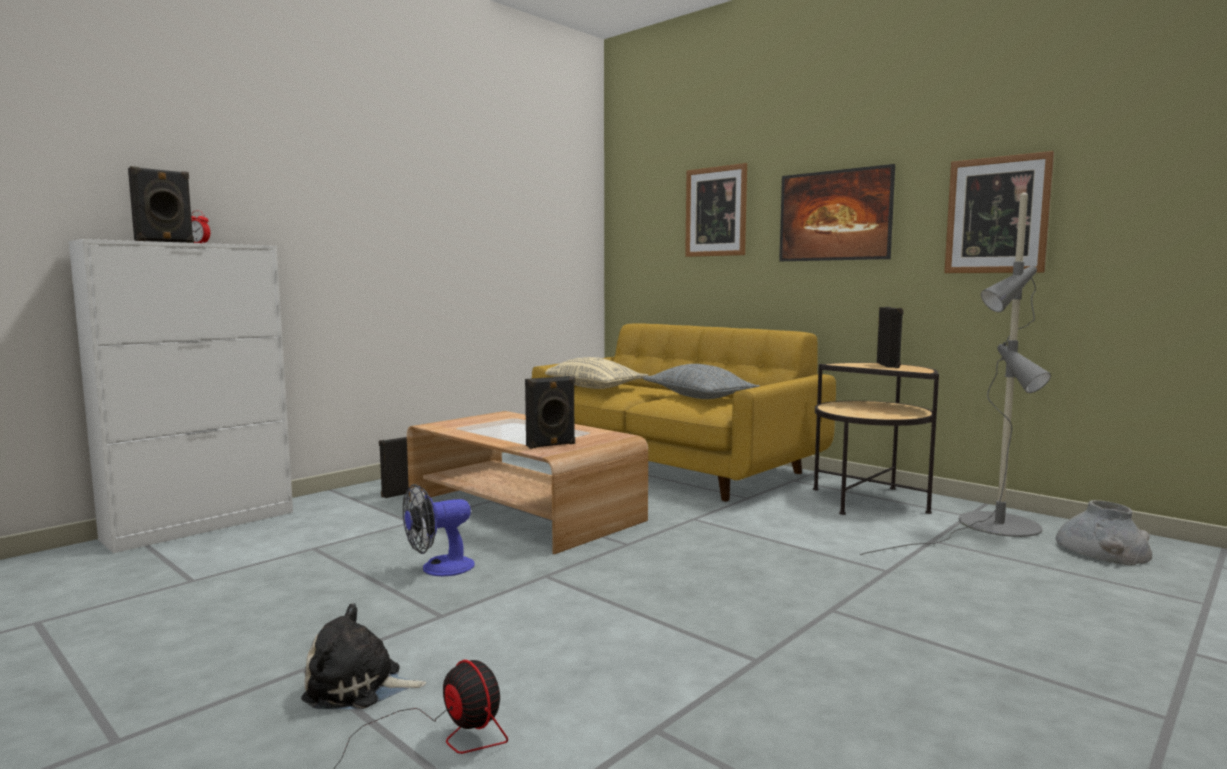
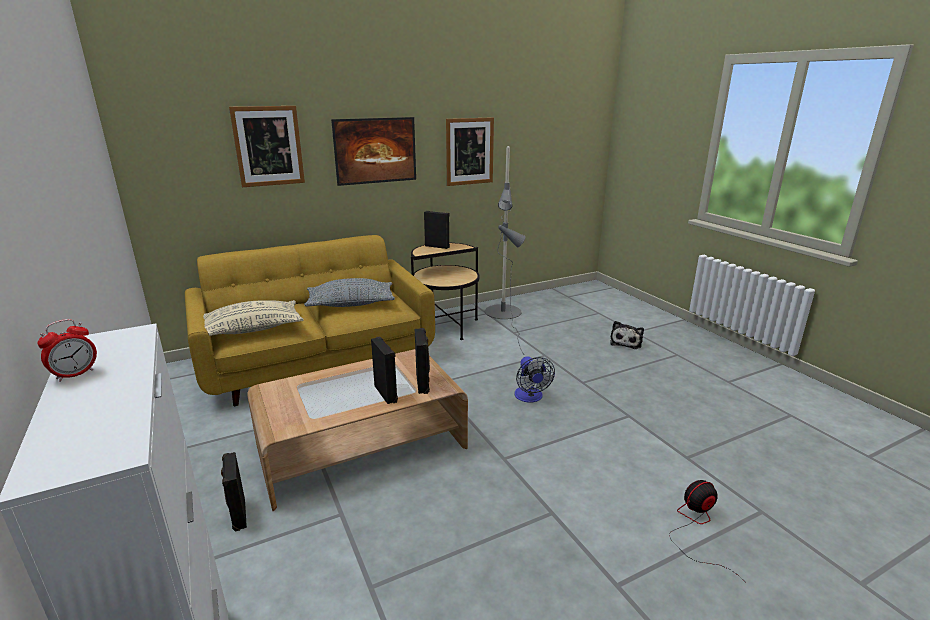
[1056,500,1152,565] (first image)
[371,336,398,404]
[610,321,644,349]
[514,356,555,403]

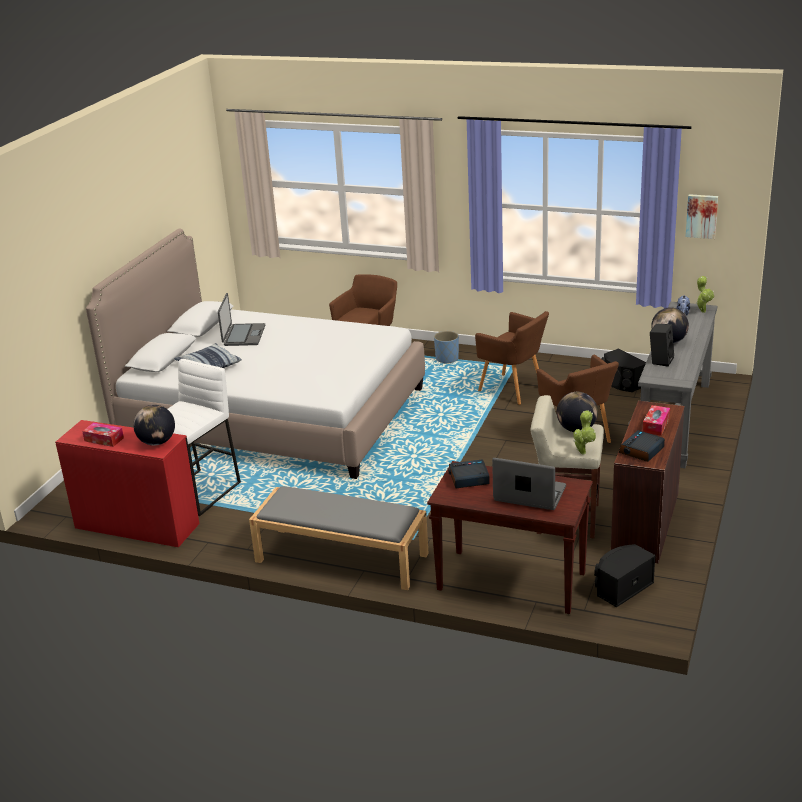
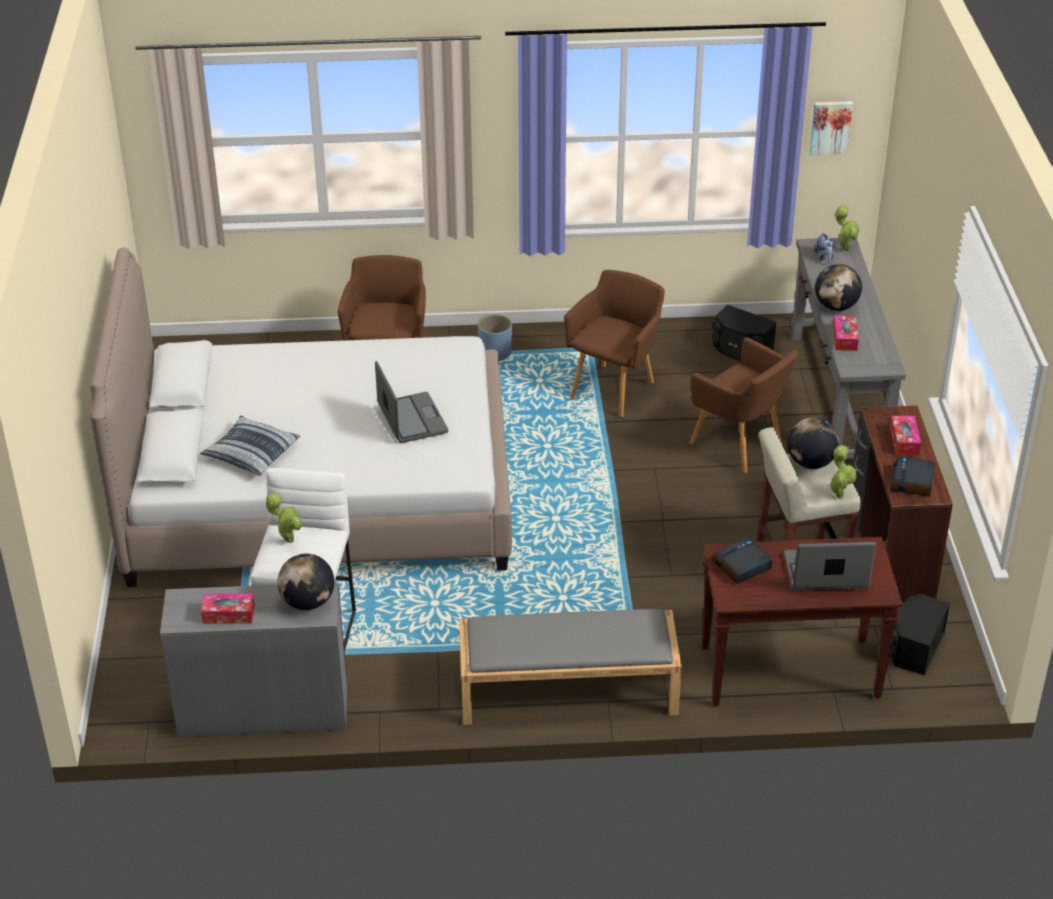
[265,492,302,543]
[375,361,448,443]
[833,315,859,351]
[160,582,347,737]
[564,270,665,418]

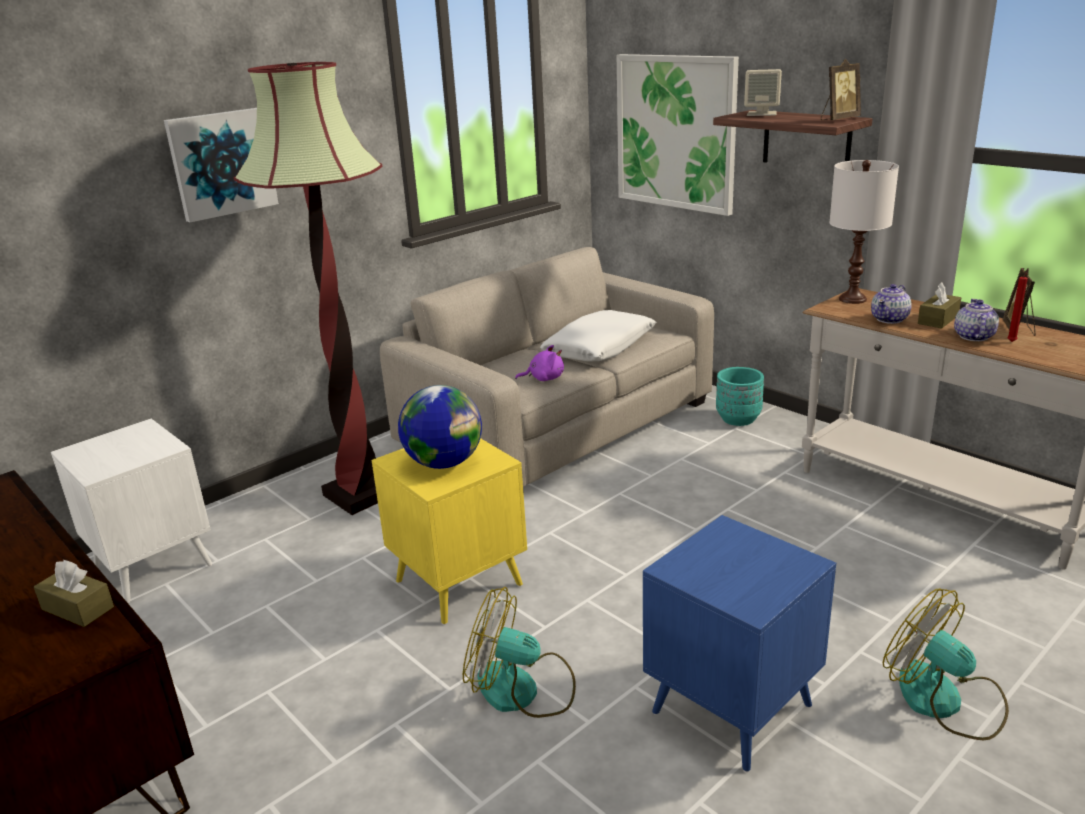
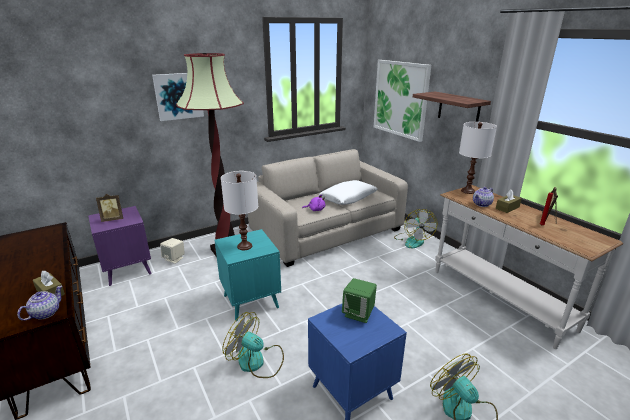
[342,278,377,323]
[160,238,185,264]
[96,194,123,222]
[17,286,62,321]
[221,171,258,250]
[394,209,437,248]
[88,206,152,286]
[215,229,281,321]

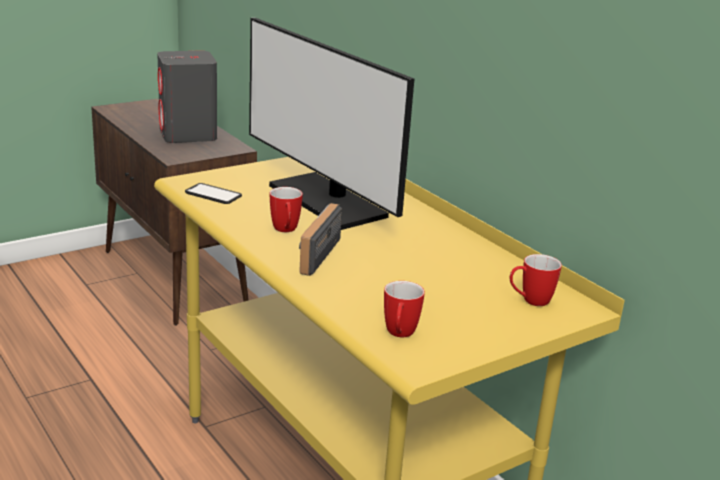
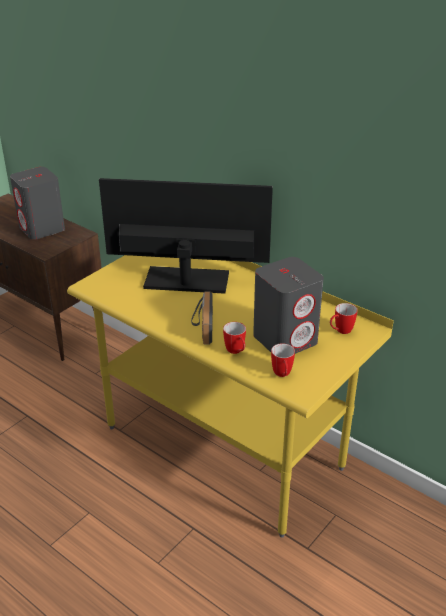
[185,183,242,204] (first image)
[253,257,324,354]
[223,322,246,354]
[99,178,273,294]

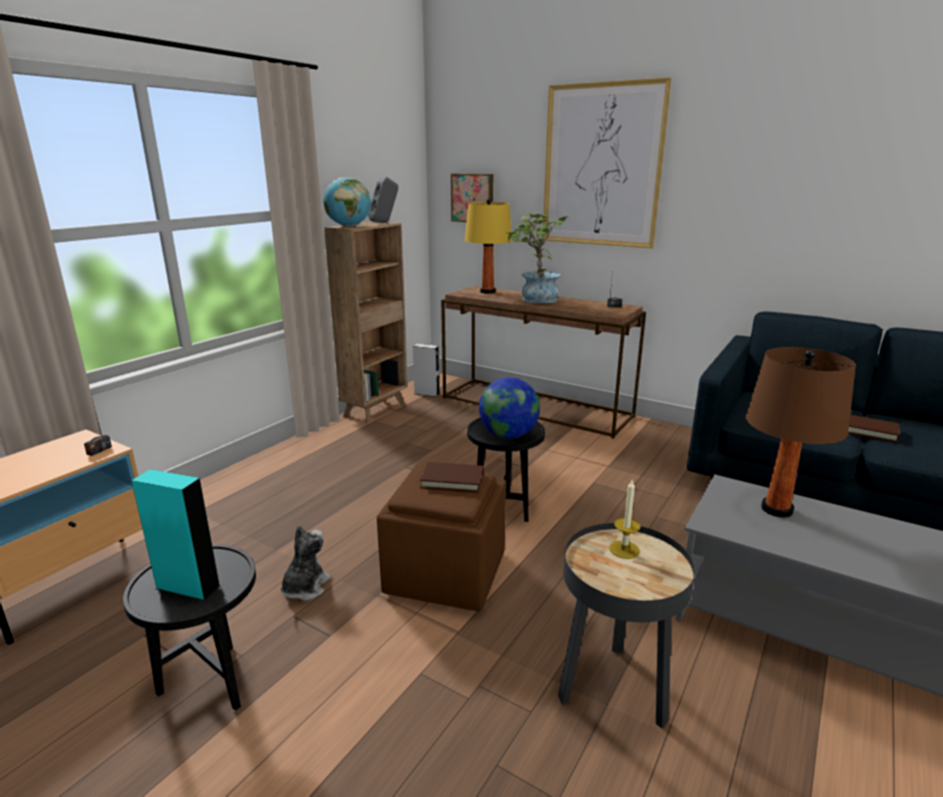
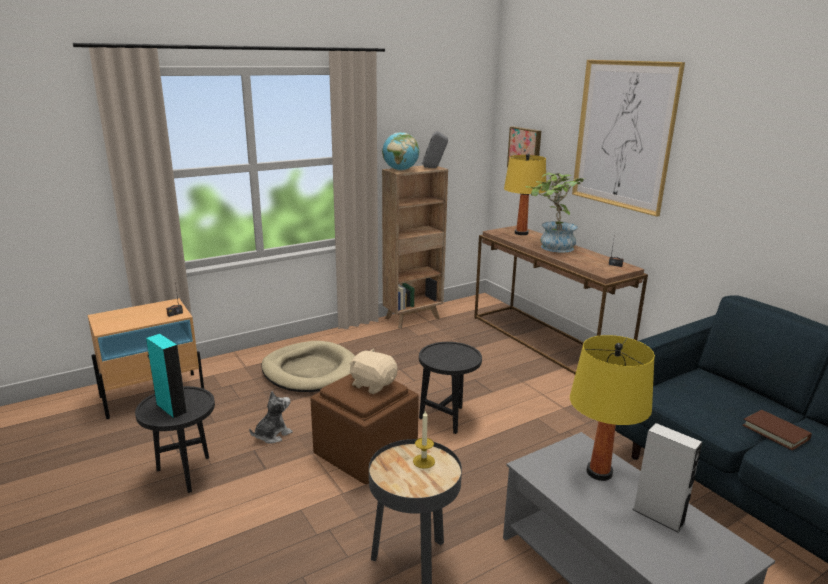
[479,377,540,438] (first image)
[261,341,355,392]
[633,423,702,533]
[349,348,397,394]
[570,335,655,481]

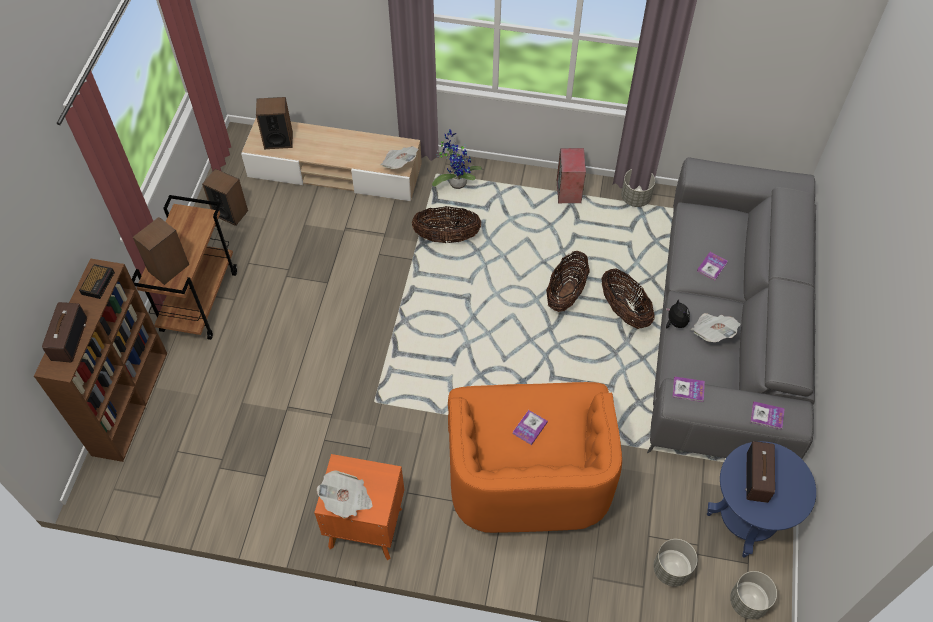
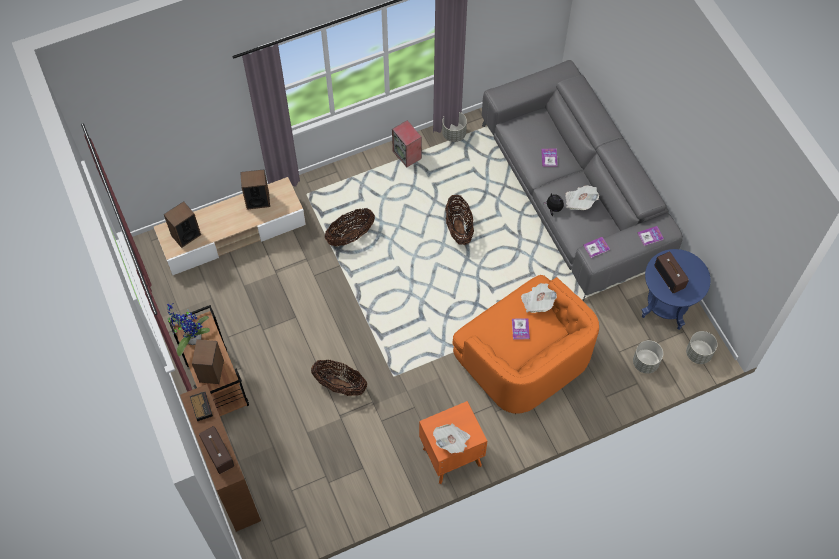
[240,170,270,210]
[521,283,557,313]
[167,304,210,356]
[311,360,367,396]

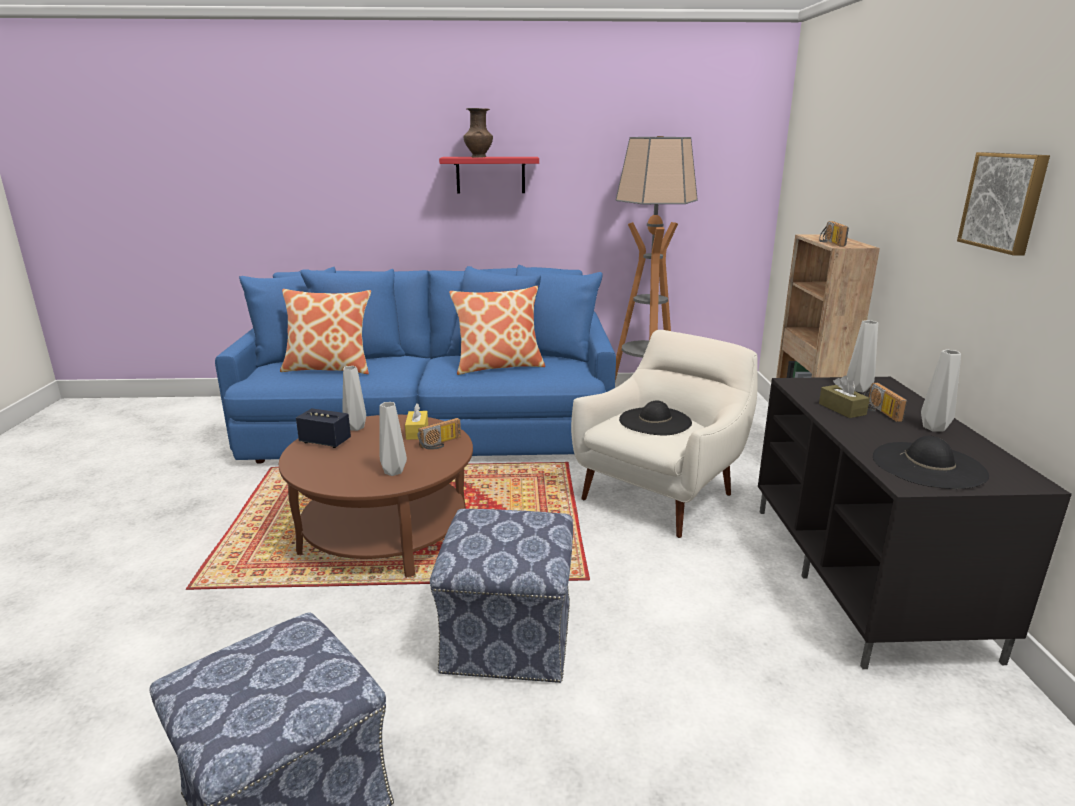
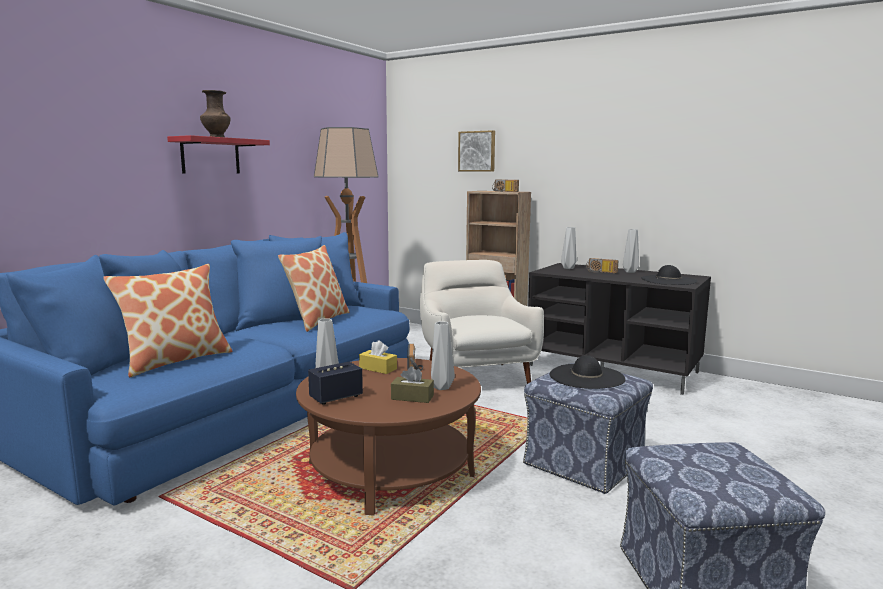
[549,355,626,389]
[391,366,434,403]
[458,130,495,172]

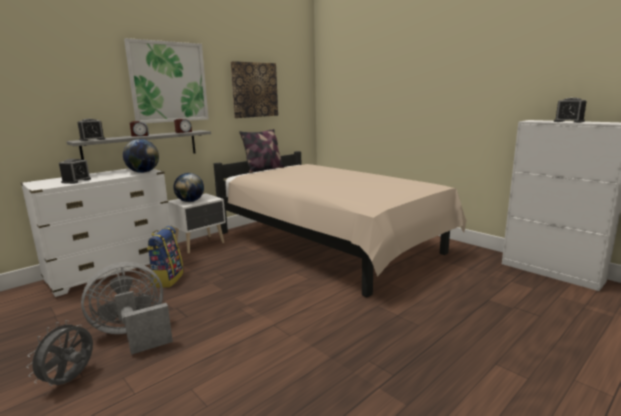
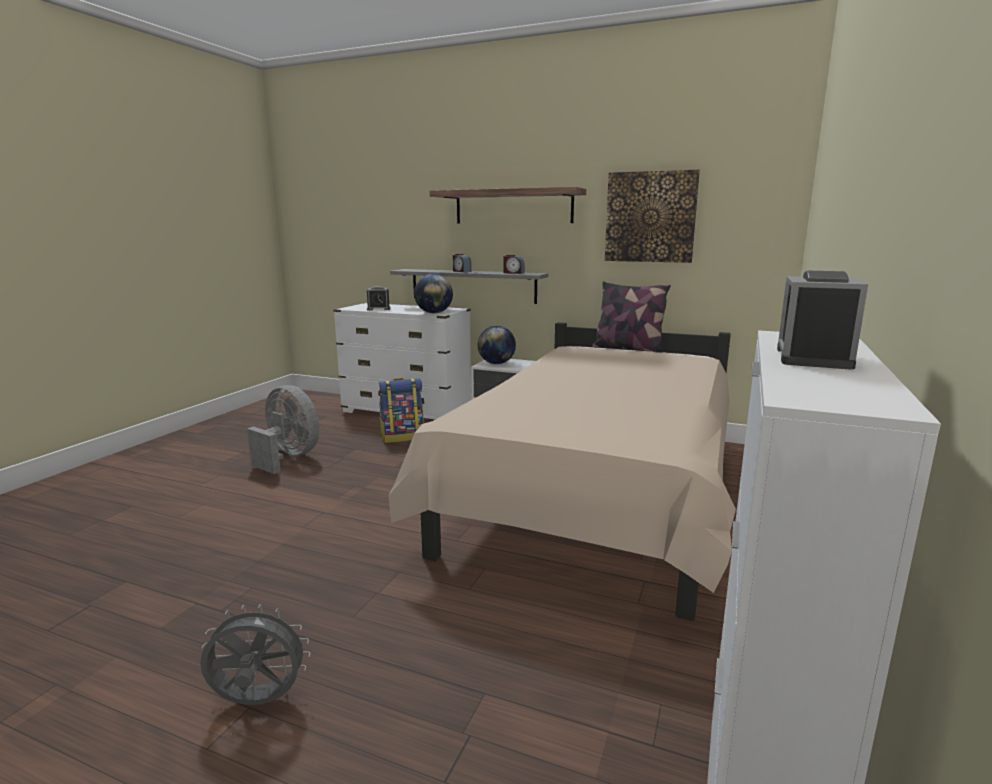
[78,119,105,141] (first image)
[200,604,310,705]
[430,187,586,224]

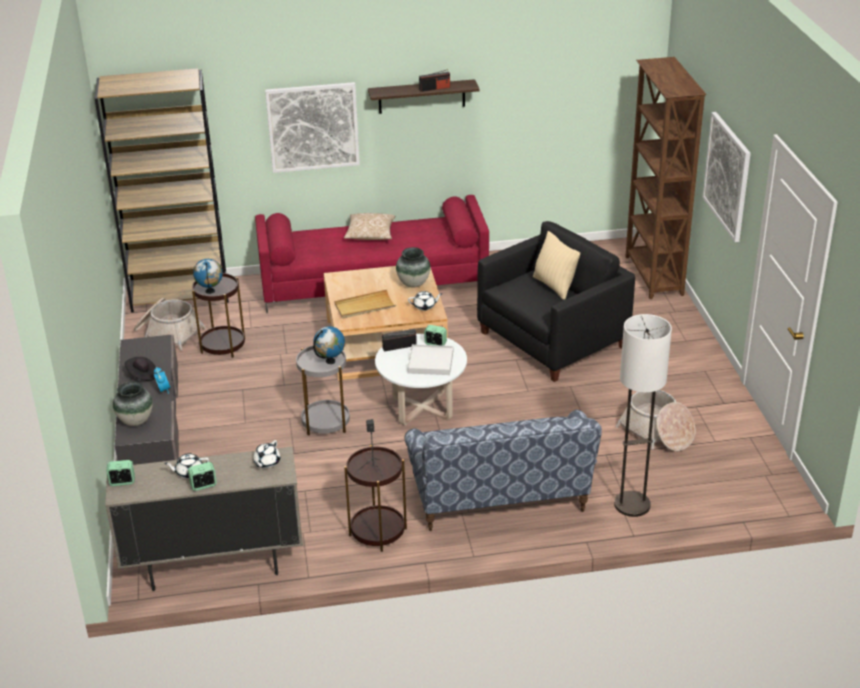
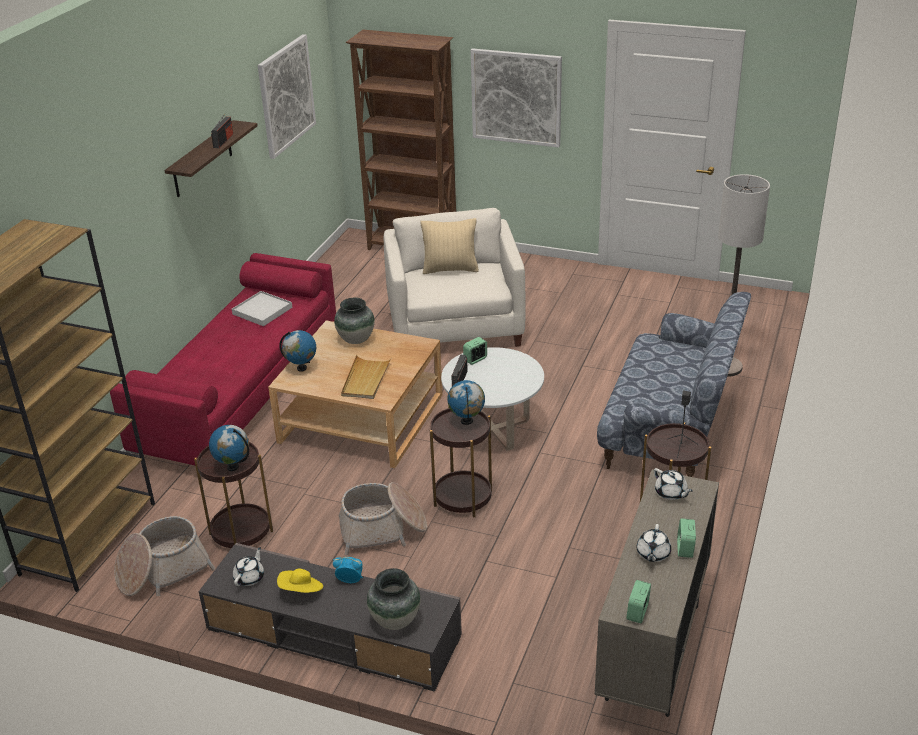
[344,213,395,240] (first image)
[279,330,316,372]
[258,34,316,159]
[232,291,293,326]
[233,547,264,586]
[338,482,427,555]
[277,568,323,593]
[430,406,492,518]
[384,208,525,347]

